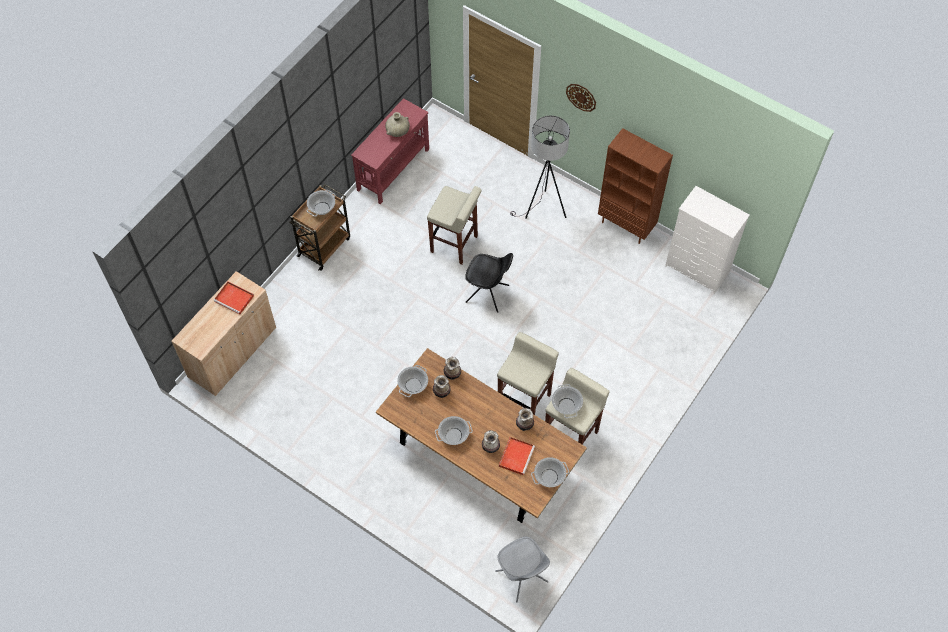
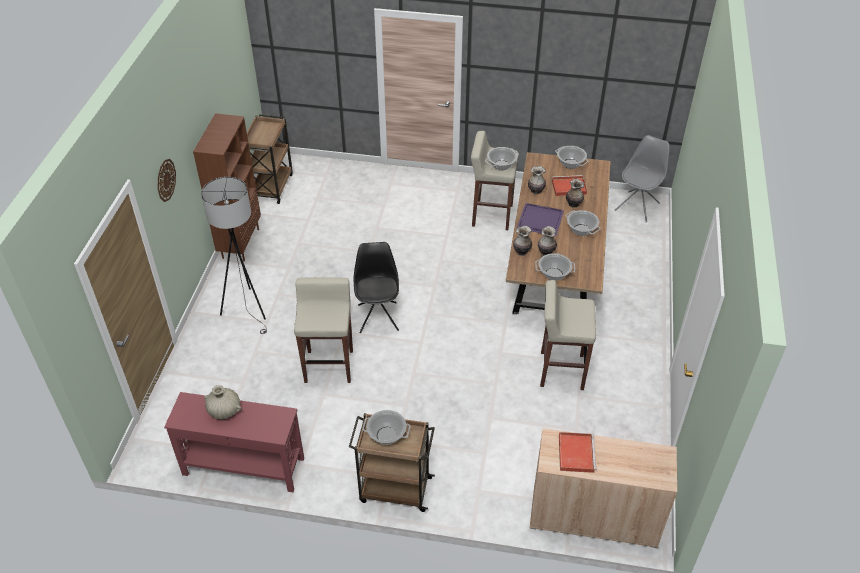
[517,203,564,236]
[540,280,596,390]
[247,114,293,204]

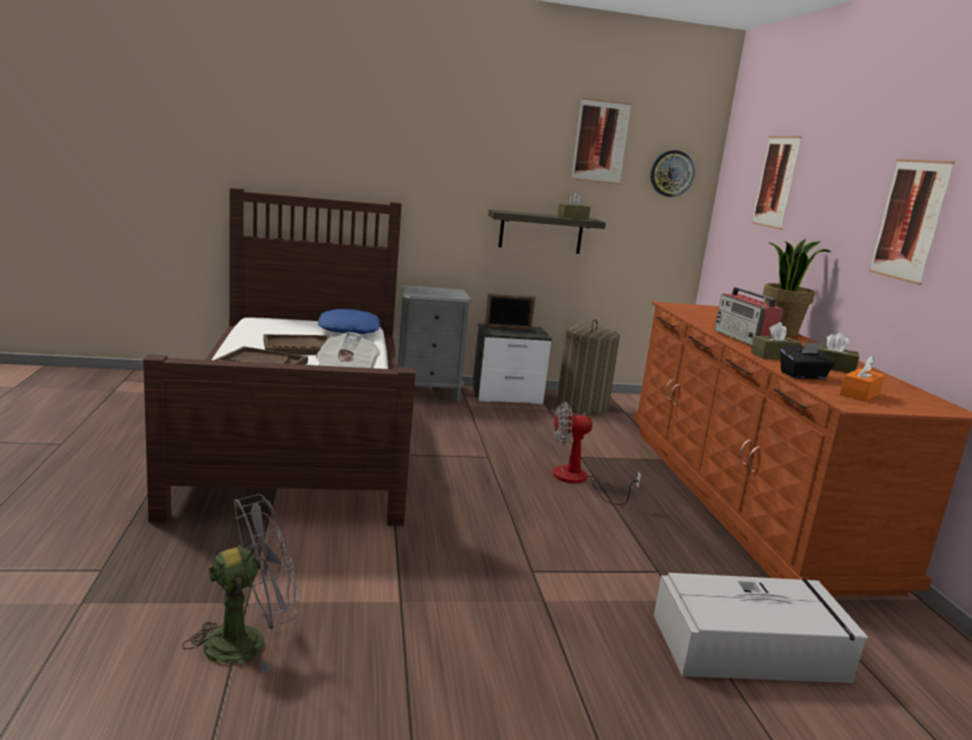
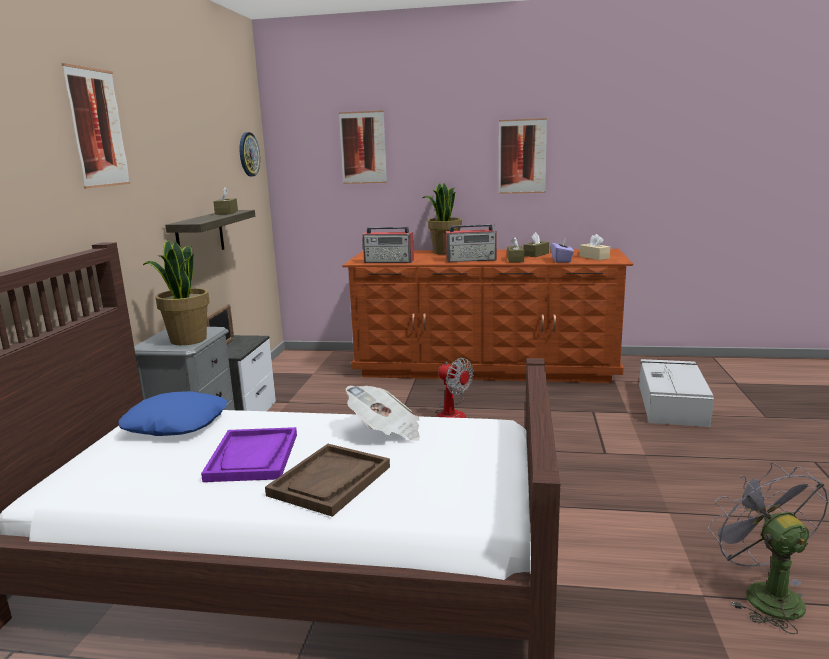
[556,319,620,415] (first image)
[143,240,210,345]
[363,226,414,263]
[62,63,131,189]
[201,427,297,482]
[551,238,574,263]
[580,234,610,260]
[435,358,474,418]

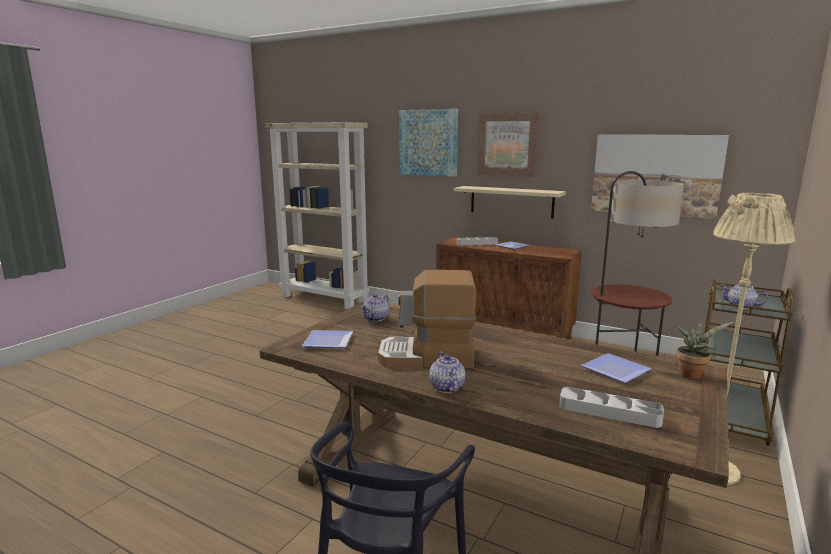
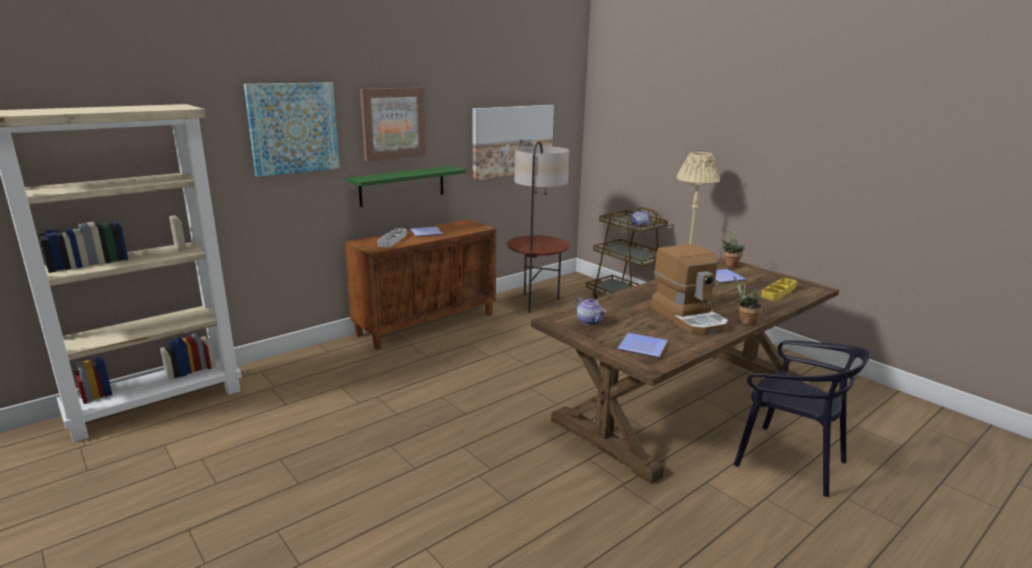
[733,276,762,325]
[347,166,466,207]
[761,278,797,301]
[651,244,728,336]

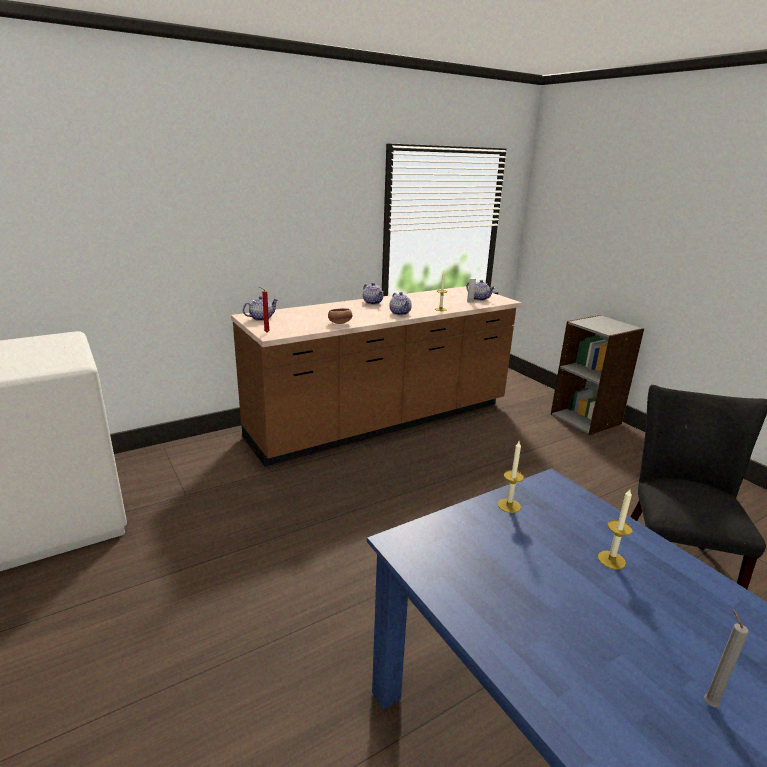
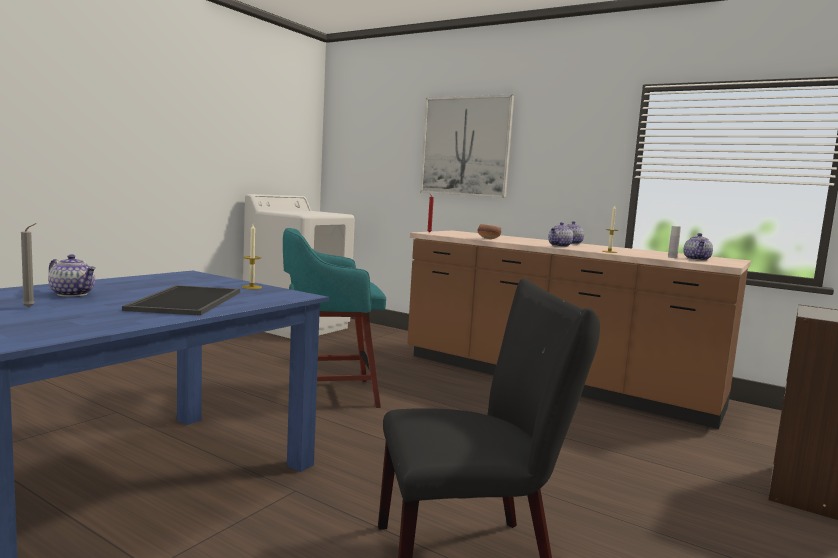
[283,228,386,408]
[420,95,514,198]
[48,254,96,297]
[122,285,240,316]

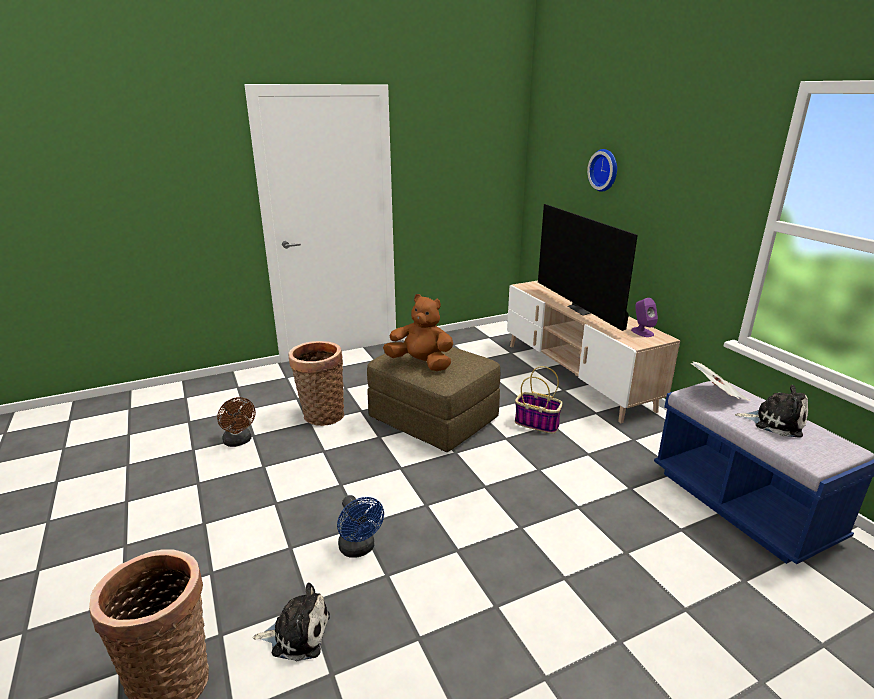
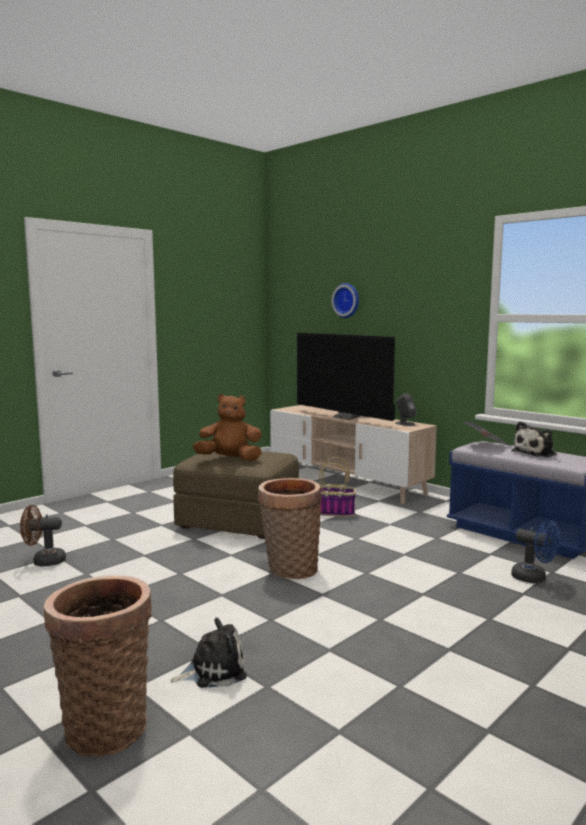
[258,478,322,579]
[511,520,560,583]
[395,393,416,426]
[20,505,66,567]
[512,421,557,457]

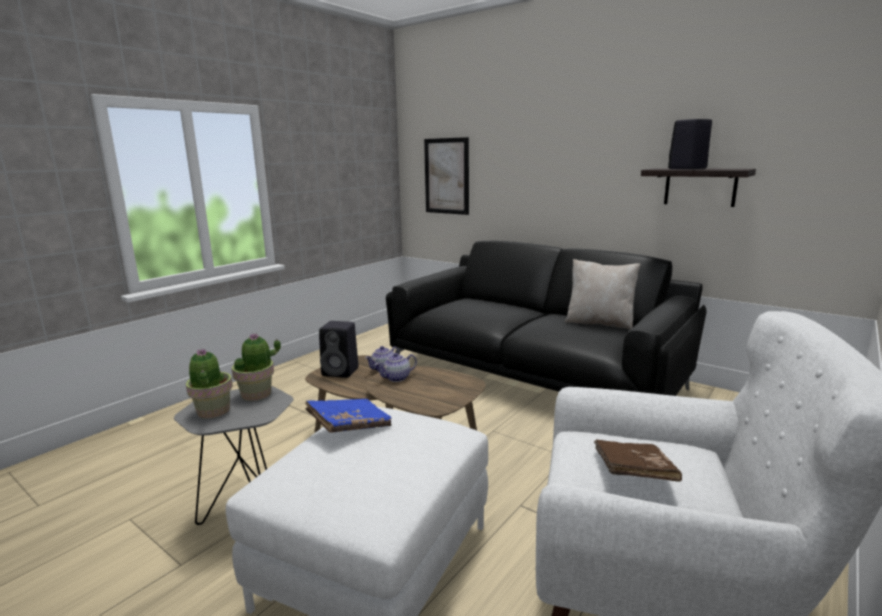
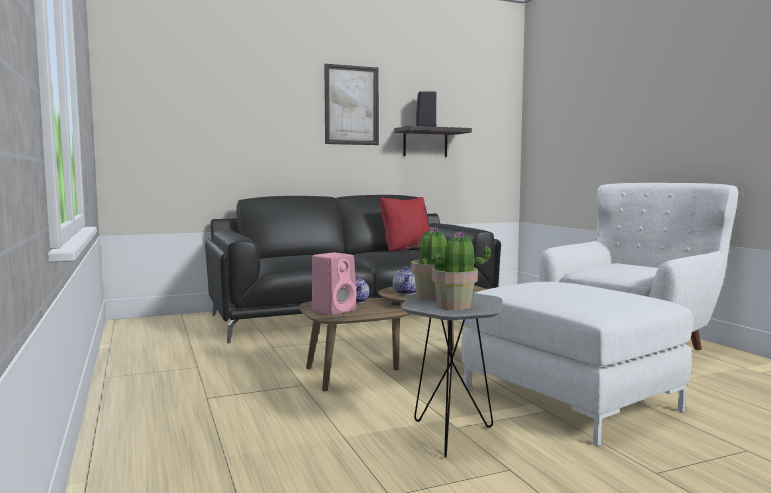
[305,399,392,432] (first image)
[594,439,682,482] (first image)
[324,64,379,145]
[312,252,357,315]
[380,197,429,252]

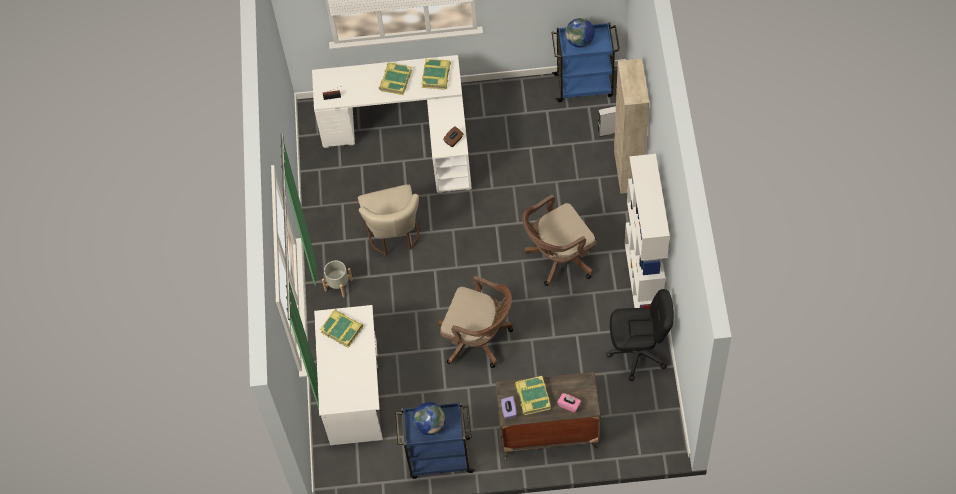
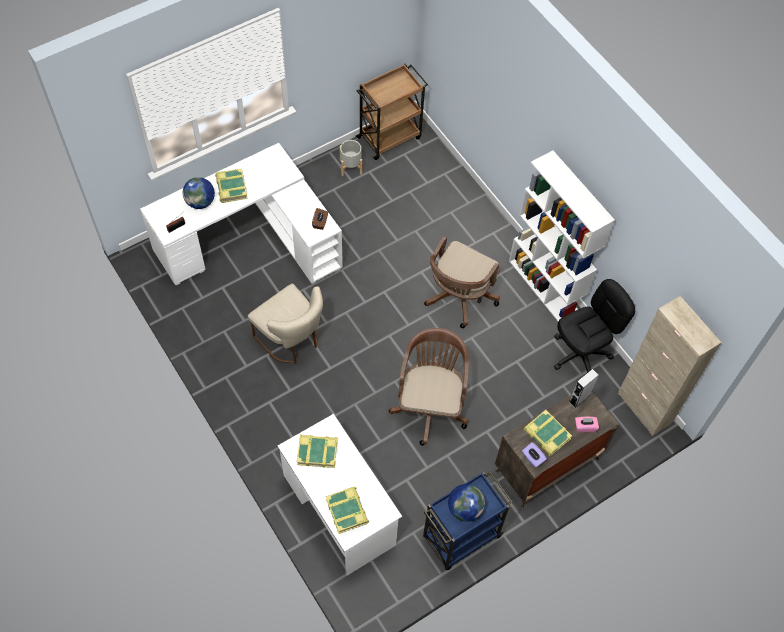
[339,140,362,176]
[326,487,369,534]
[183,177,215,209]
[569,369,599,408]
[618,296,722,436]
[356,63,428,160]
[389,328,469,446]

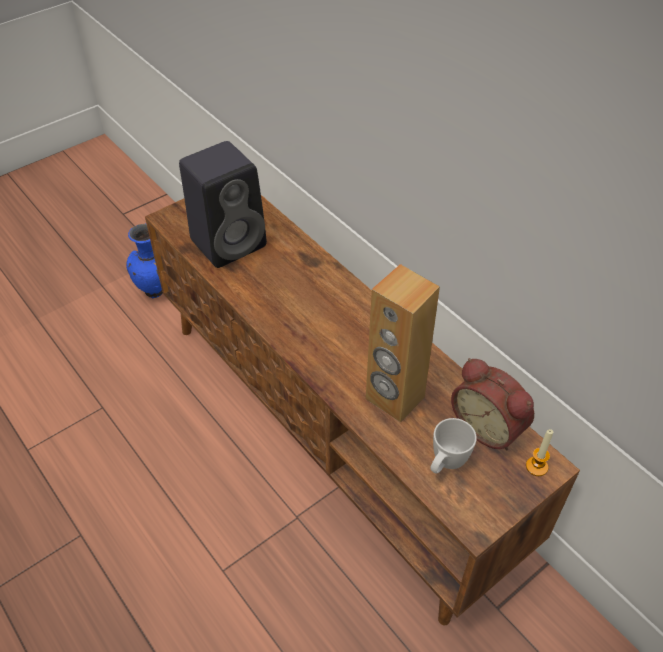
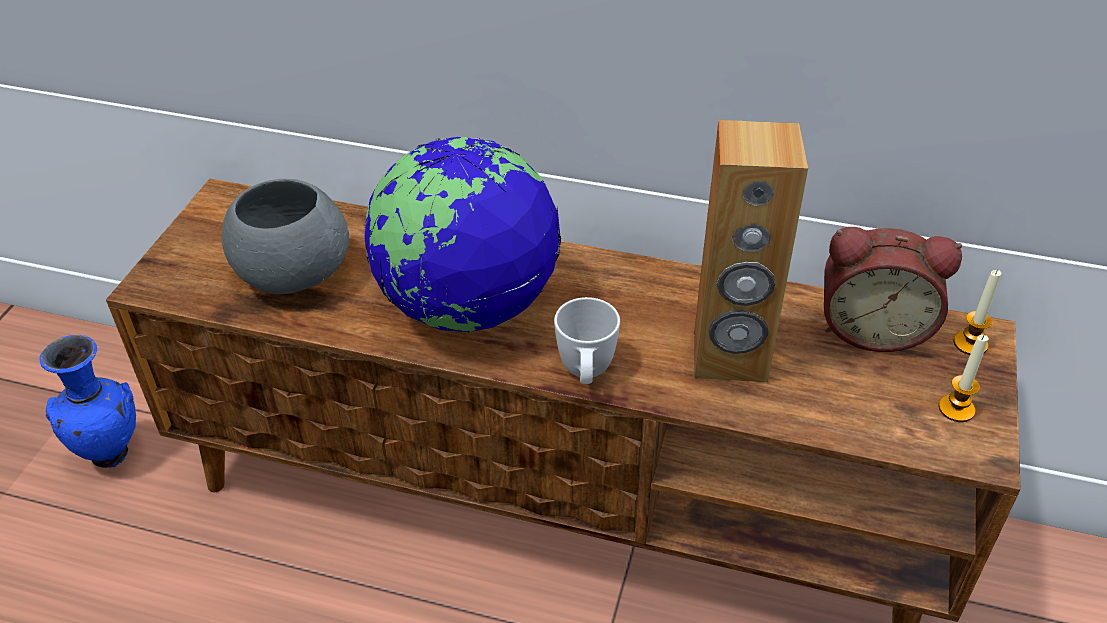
[364,137,561,332]
[939,335,989,422]
[554,297,620,384]
[222,179,349,294]

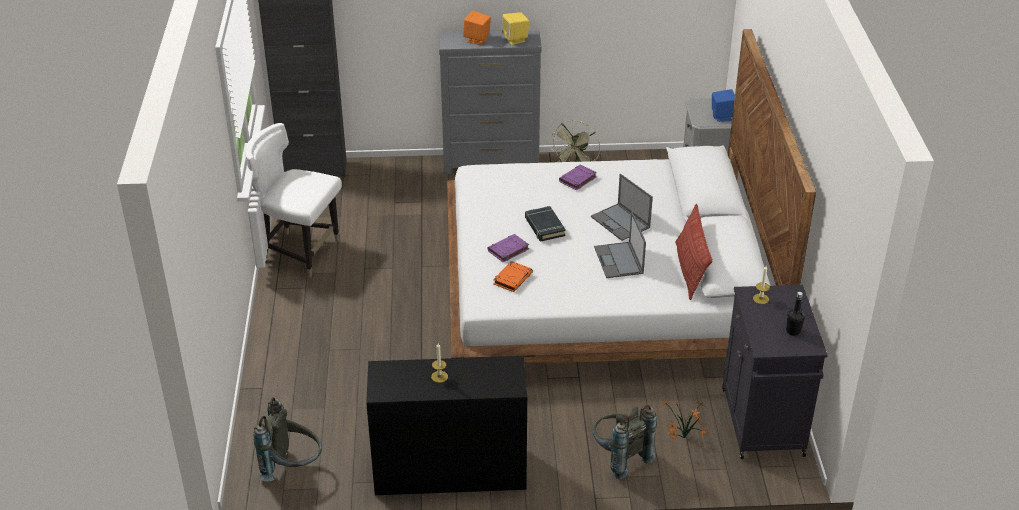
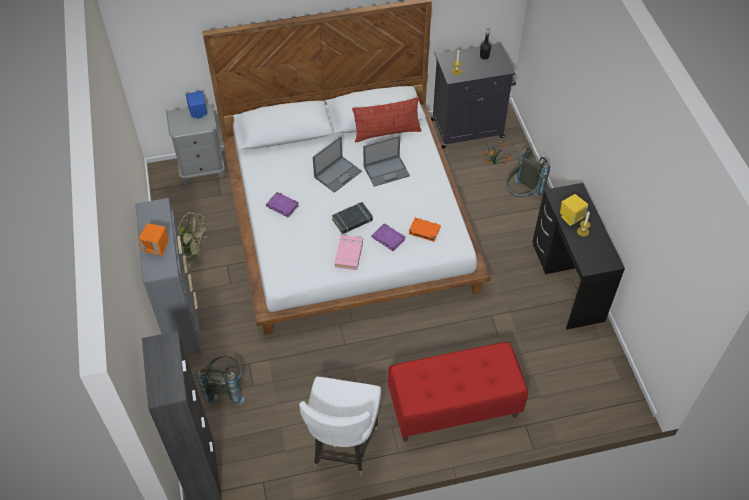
[334,235,363,270]
[388,342,528,441]
[196,355,245,406]
[560,194,588,226]

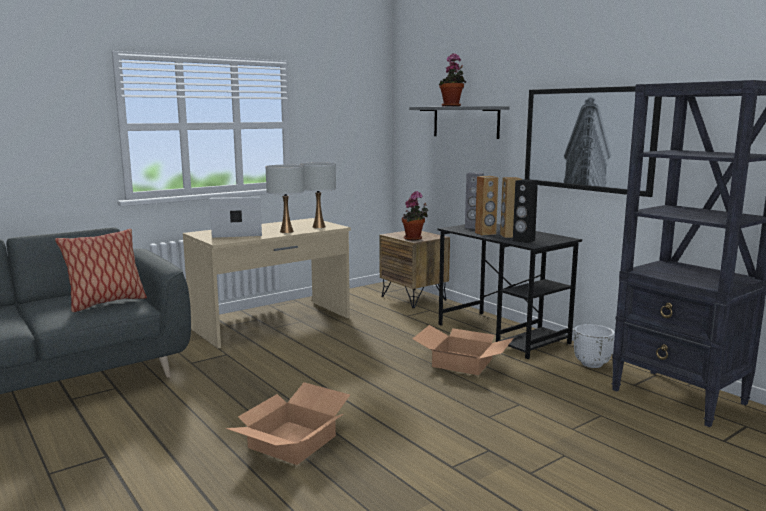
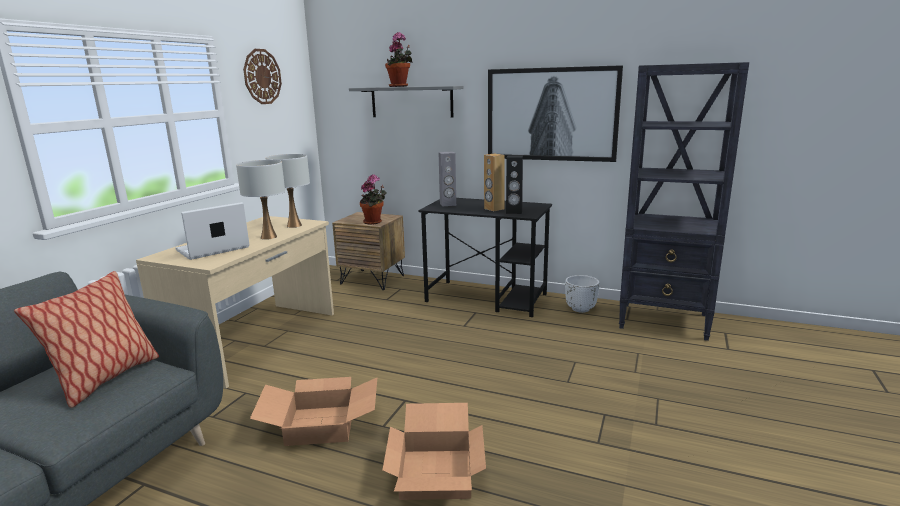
[475,176,498,235] (first image)
[243,49,282,104]
[250,377,378,446]

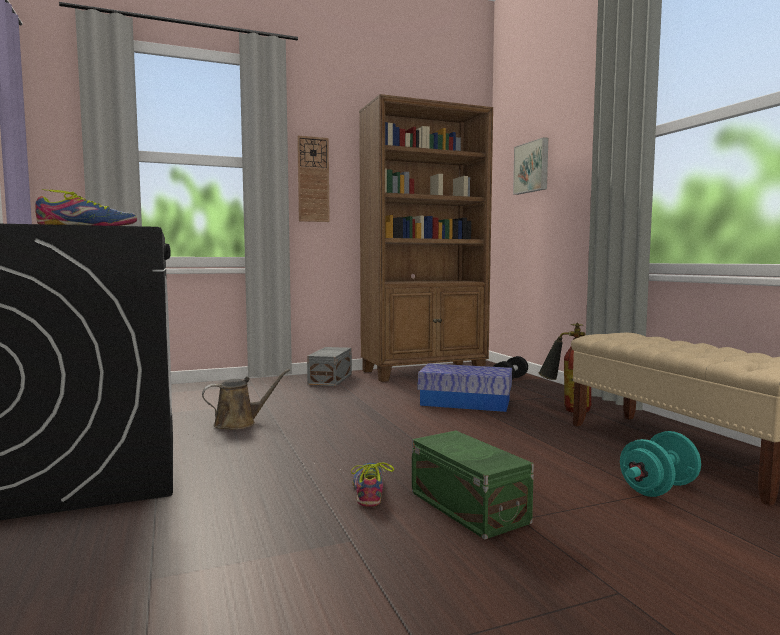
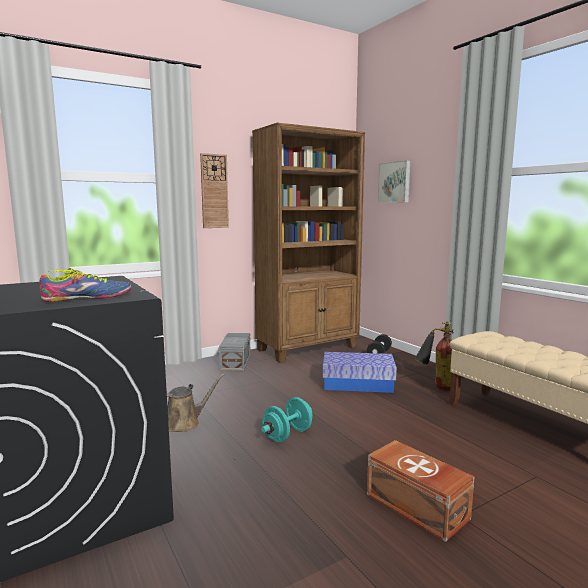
[351,462,394,507] (first image)
[261,397,313,442]
[367,440,474,542]

